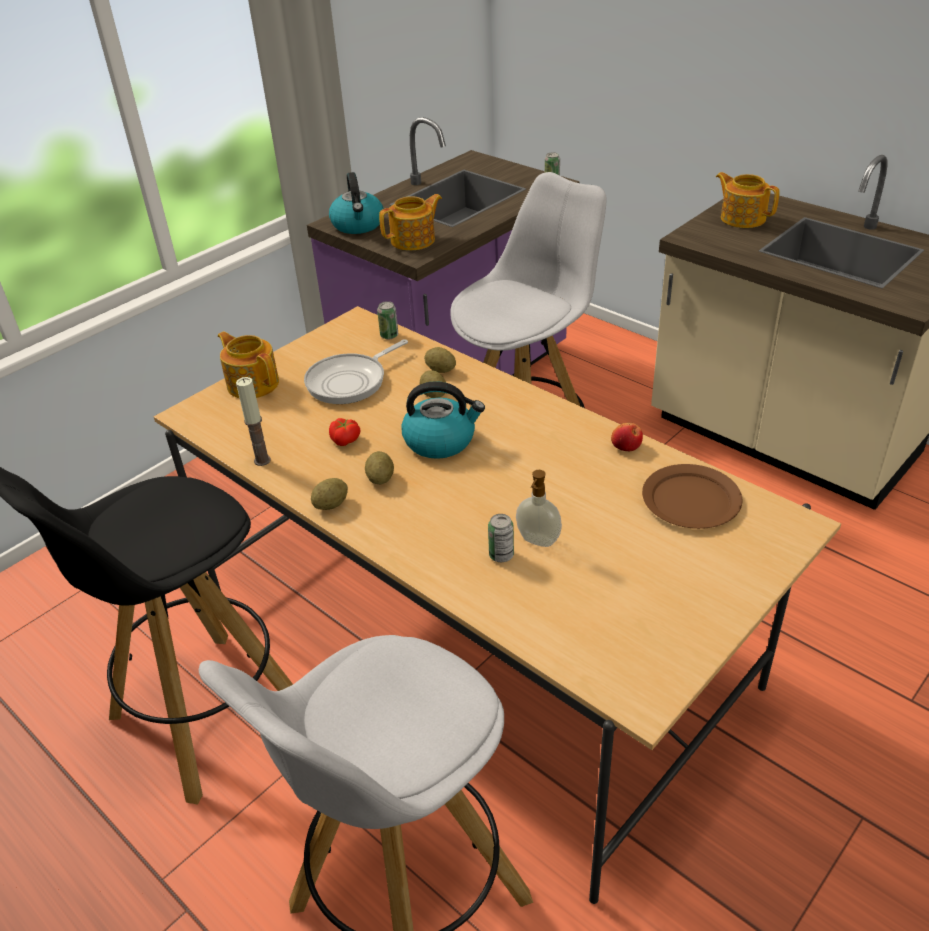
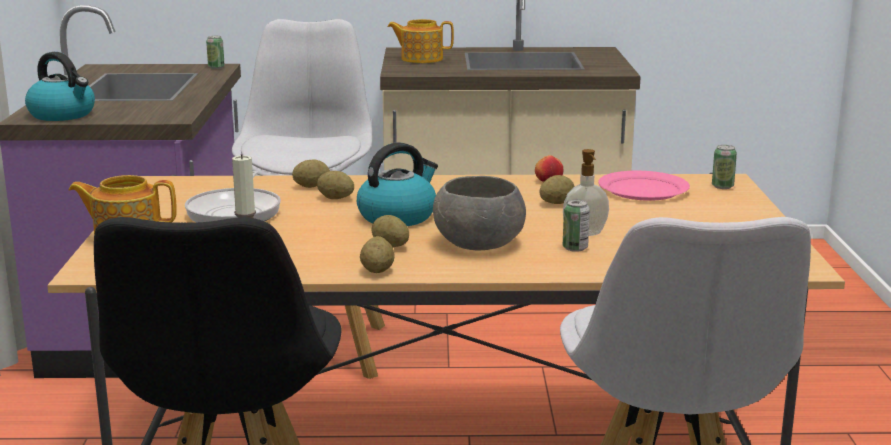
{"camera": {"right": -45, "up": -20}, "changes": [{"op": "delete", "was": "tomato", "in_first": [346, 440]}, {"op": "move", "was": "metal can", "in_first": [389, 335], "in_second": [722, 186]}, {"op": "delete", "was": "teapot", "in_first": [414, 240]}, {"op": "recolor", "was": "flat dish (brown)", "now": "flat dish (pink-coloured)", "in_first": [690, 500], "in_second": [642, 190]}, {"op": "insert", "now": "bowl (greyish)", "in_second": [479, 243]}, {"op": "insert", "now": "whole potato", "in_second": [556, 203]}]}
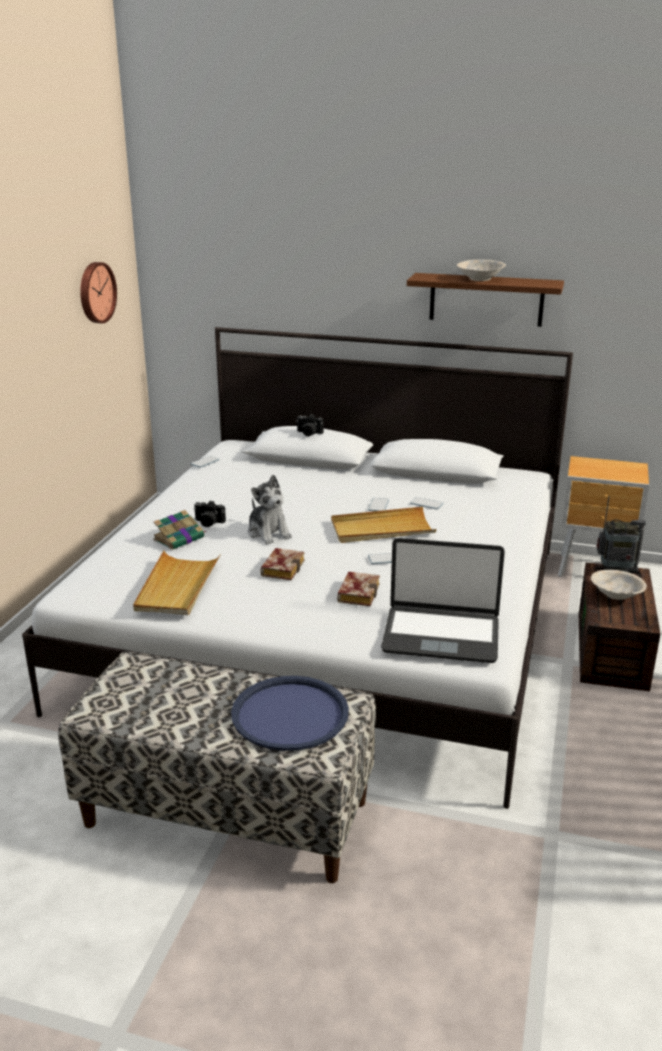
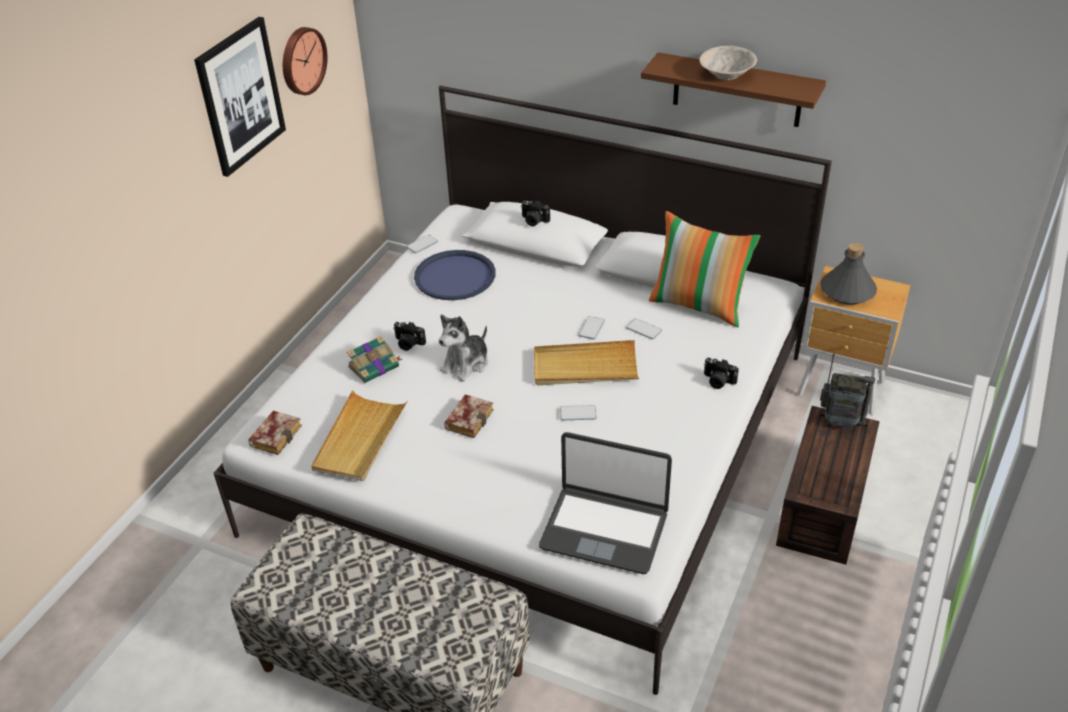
{"camera": {"right": 10, "up": 15}, "changes": [{"op": "move", "was": "serving tray (bluish)", "in_first": [290, 714], "in_second": [455, 276]}, {"op": "rotate", "was": "soft toy", "in_first": [268, 533], "in_second": [466, 364], "clockwise": 60}, {"op": "move", "was": "book", "in_first": [357, 592], "in_second": [276, 434]}, {"op": "delete", "was": "bowl (sand-coloured)", "in_first": [616, 595]}, {"op": "insert", "now": "picture", "in_second": [240, 96]}, {"op": "insert", "now": "pillow", "in_second": [699, 305]}, {"op": "insert", "now": "still camera", "in_second": [718, 381]}, {"op": "insert", "now": "drink bottle (greyish)", "in_second": [847, 291]}]}
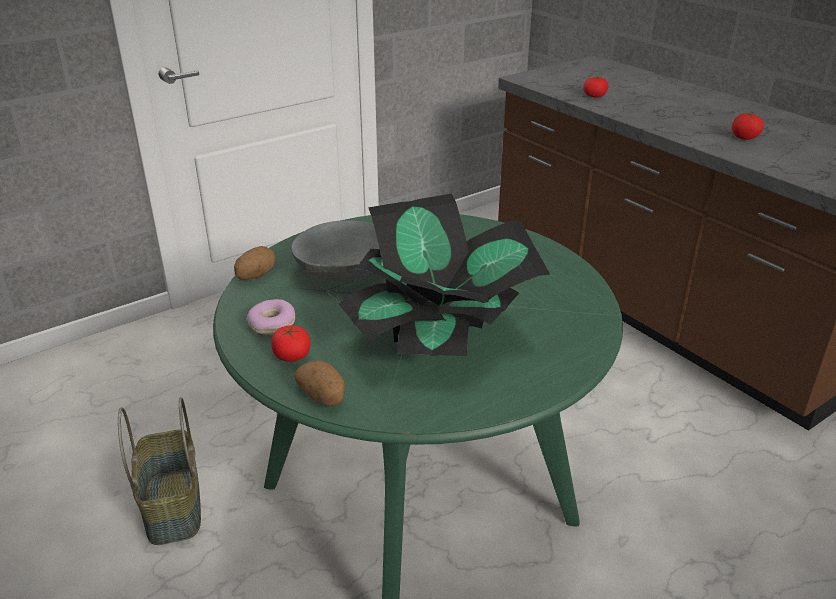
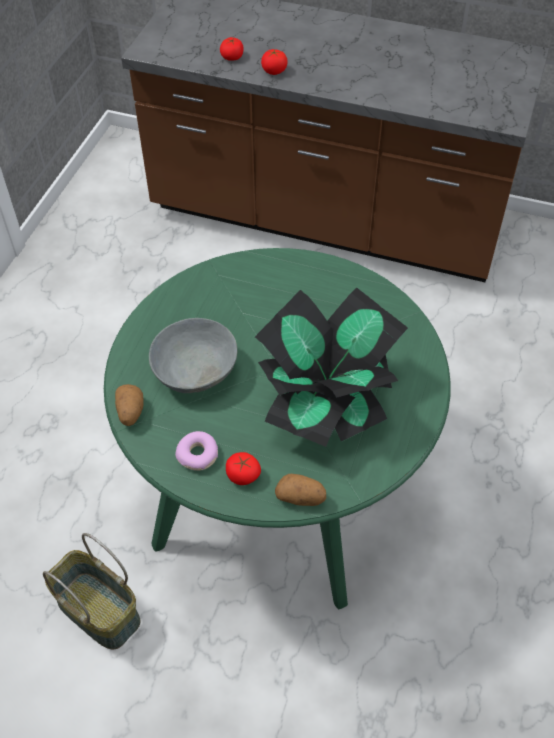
{"camera": {"right": -35, "up": 20}, "changes": [{"op": "move", "was": "tomato", "in_first": [744, 138], "in_second": [274, 71]}]}
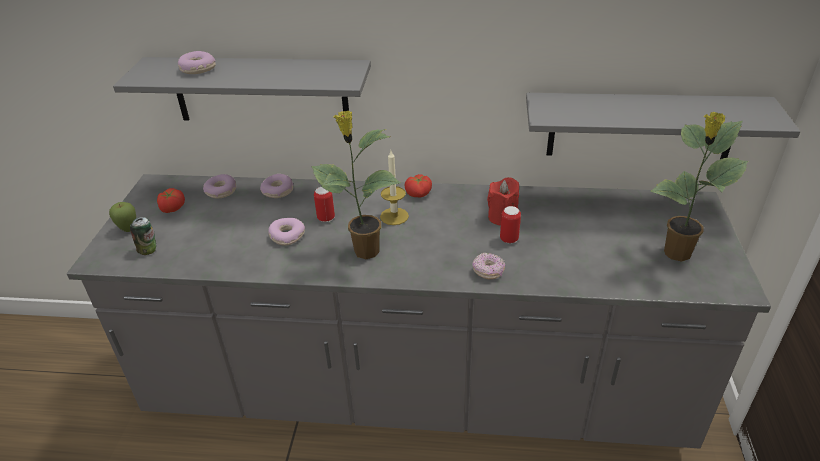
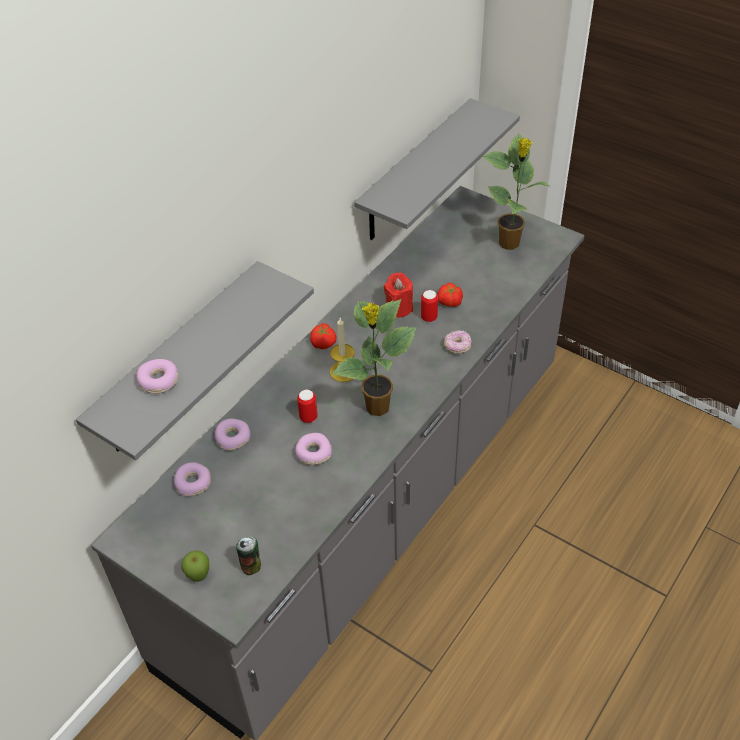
{"camera": {"right": -60, "up": 10}, "changes": [{"op": "move", "was": "tomato", "in_first": [172, 208], "in_second": [449, 302]}]}
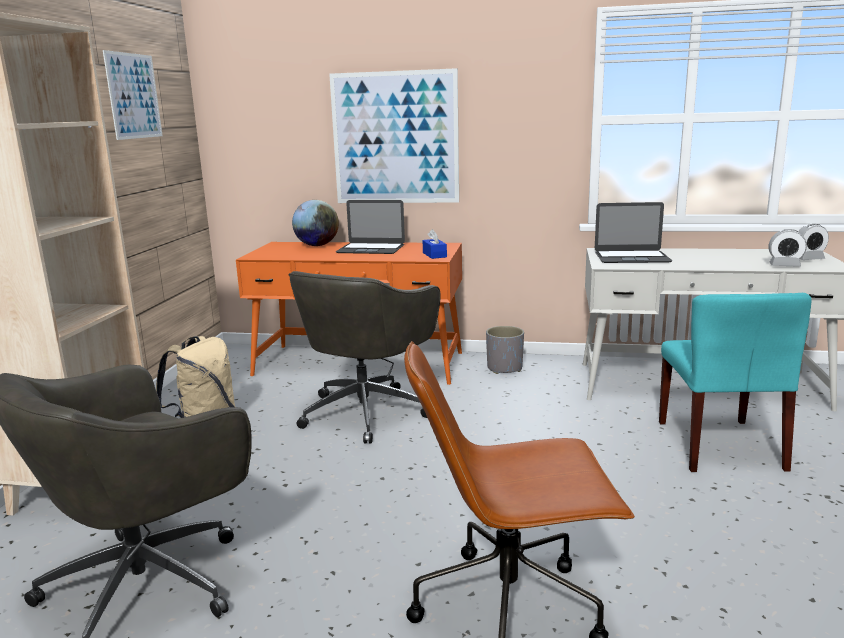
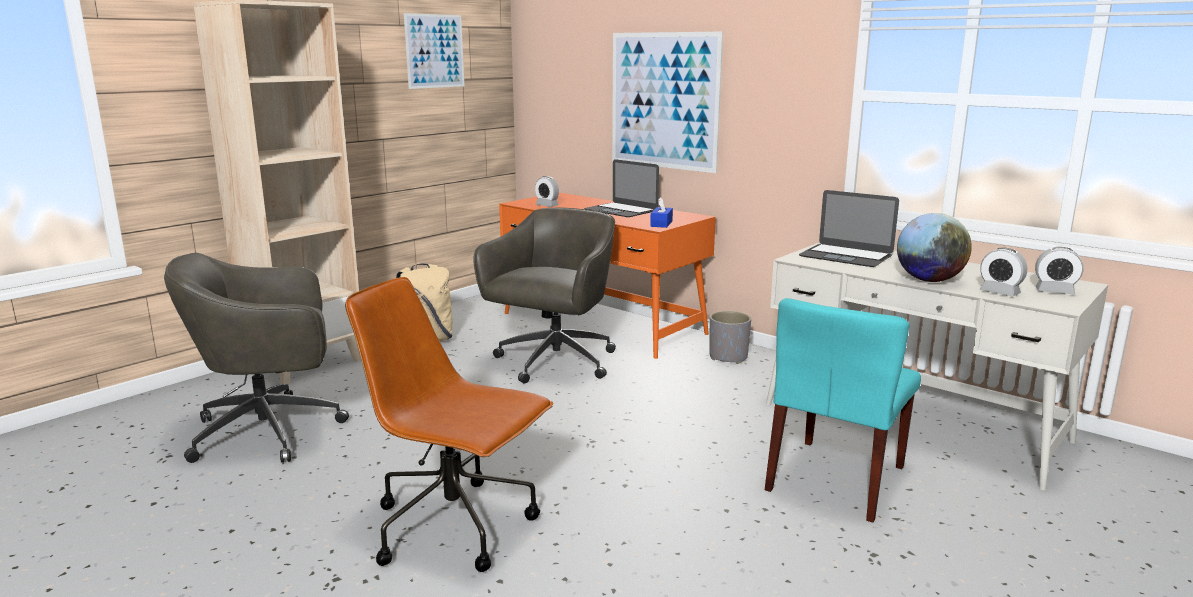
{"camera": {"right": 30, "up": 0}, "changes": [{"op": "rotate", "was": "computer chair (greyish)", "in_first": [367, 411], "in_second": [554, 362], "clockwise": 150}, {"op": "move", "was": "world globe", "in_first": [317, 245], "in_second": [929, 280]}, {"op": "insert", "now": "alarm clock", "in_second": [547, 205]}]}
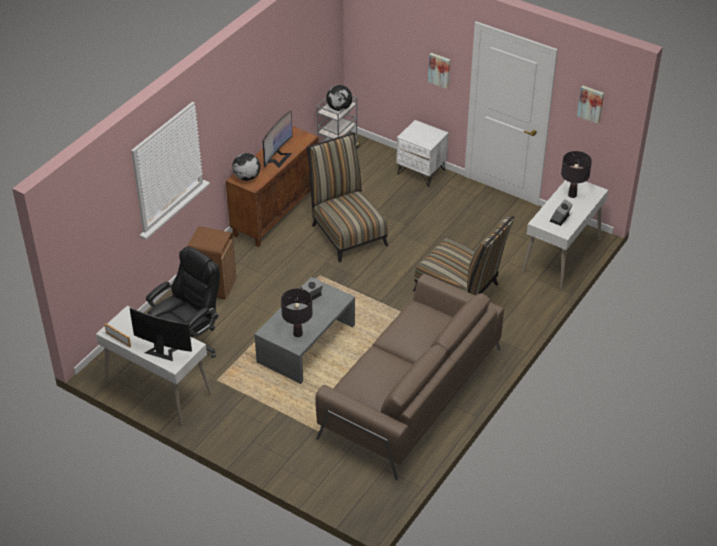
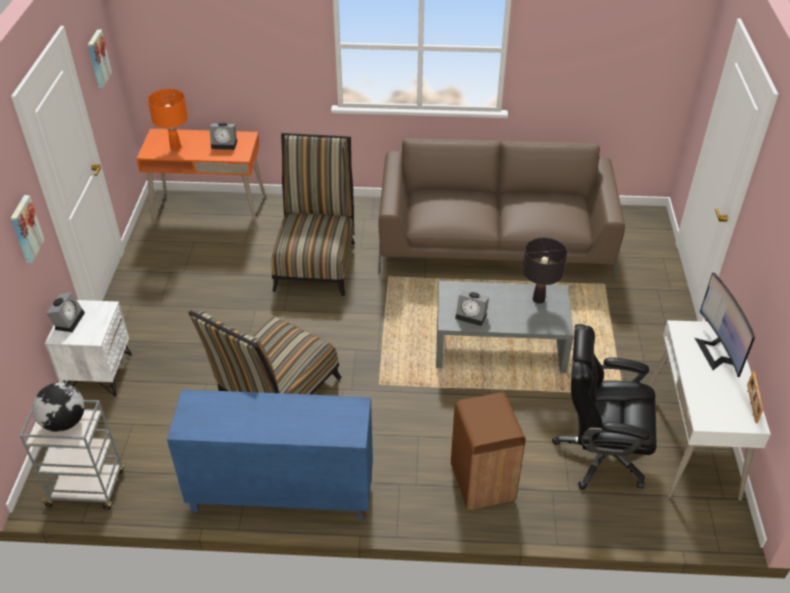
{"camera": {"right": -120, "up": 0}, "changes": [{"op": "recolor", "was": "cabinet (brown)", "now": "cabinet (bluish)", "in_first": [275, 212], "in_second": [281, 494]}, {"op": "delete", "was": "world globe", "in_first": [246, 177]}, {"op": "delete", "was": "monitor", "in_first": [277, 157]}, {"op": "recolor", "was": "desk table (white-coloured)", "now": "desk table (orangey)", "in_first": [561, 256], "in_second": [210, 210]}, {"op": "recolor", "was": "tabletop lamp (black-coloured)", "now": "tabletop lamp (orangey)", "in_first": [572, 195], "in_second": [175, 147]}, {"op": "insert", "now": "alarm clock", "in_second": [68, 320]}]}
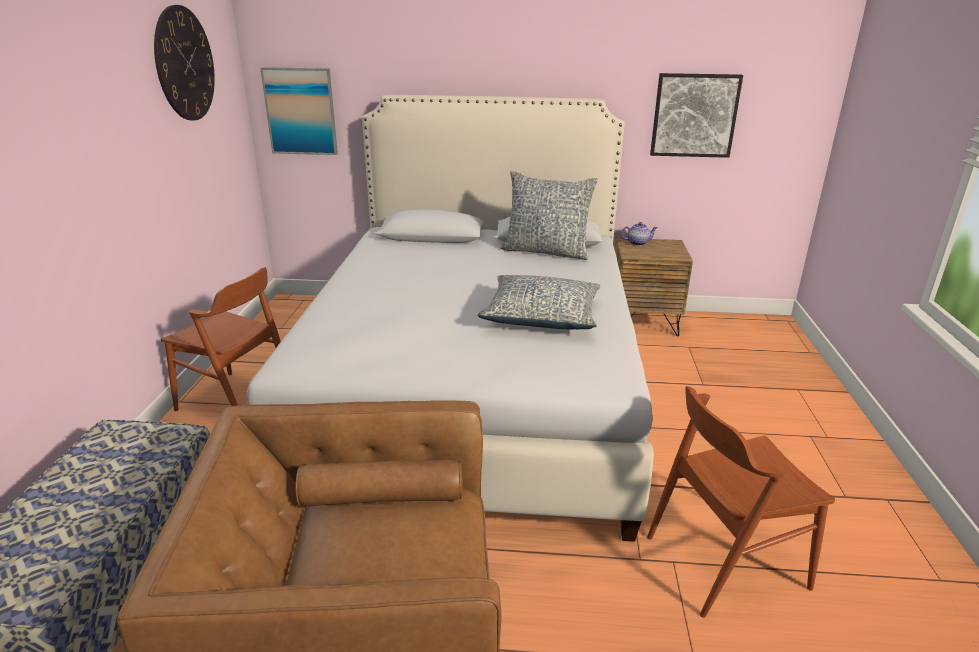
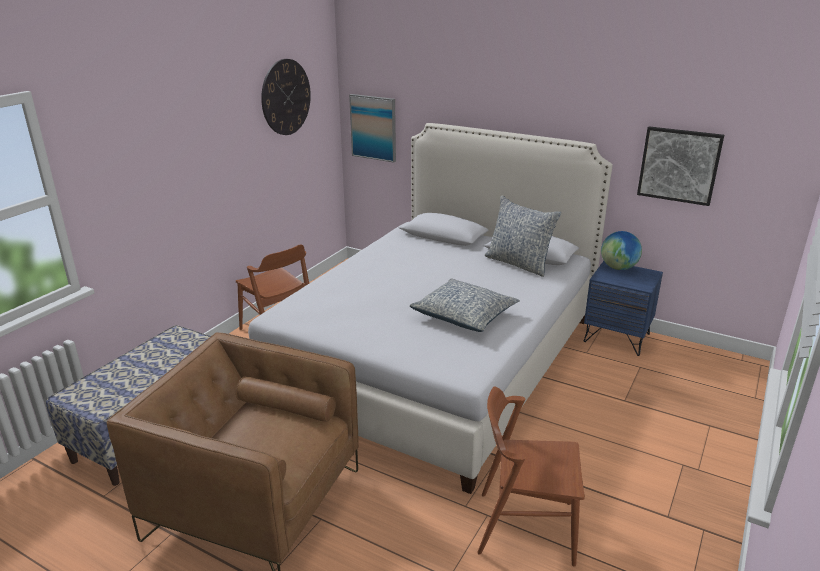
{"camera": {"right": 25, "up": 0}, "changes": [{"op": "recolor", "was": "night table (brown)", "now": "night table (bluish)", "in_first": [643, 322], "in_second": [617, 338]}, {"op": "replace", "was": "teapot", "now": "world globe", "in_first": [638, 243], "in_second": [618, 268]}]}
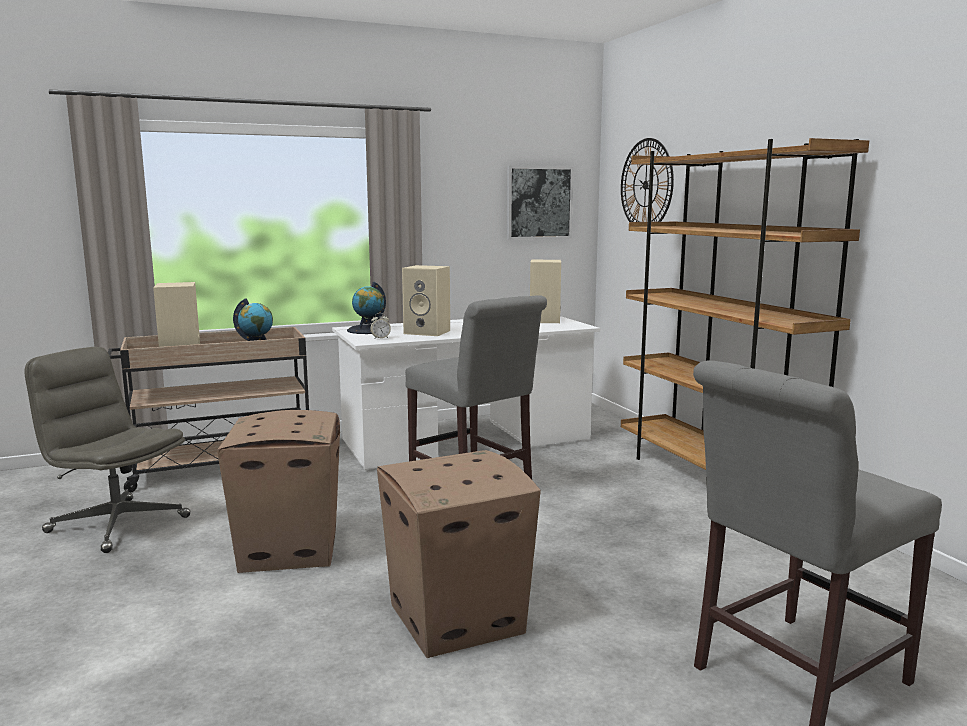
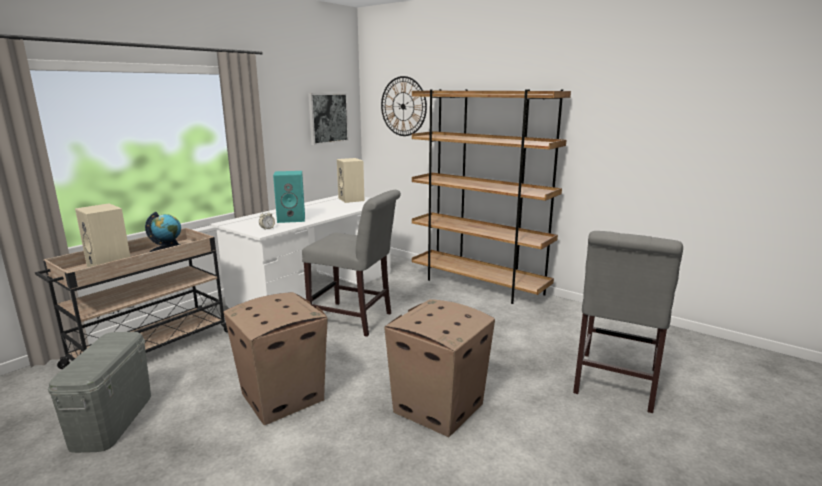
{"camera": {"right": -30, "up": 5}, "changes": [{"op": "replace", "was": "computer chair (greyish)", "now": "storage container (greyish)", "in_first": [117, 524], "in_second": [112, 420]}, {"op": "delete", "was": "world globe", "in_first": [369, 330]}, {"op": "recolor", "was": "loudspeaker (sand-coloured)", "now": "loudspeaker (blue-green)", "in_first": [428, 332], "in_second": [292, 219]}]}
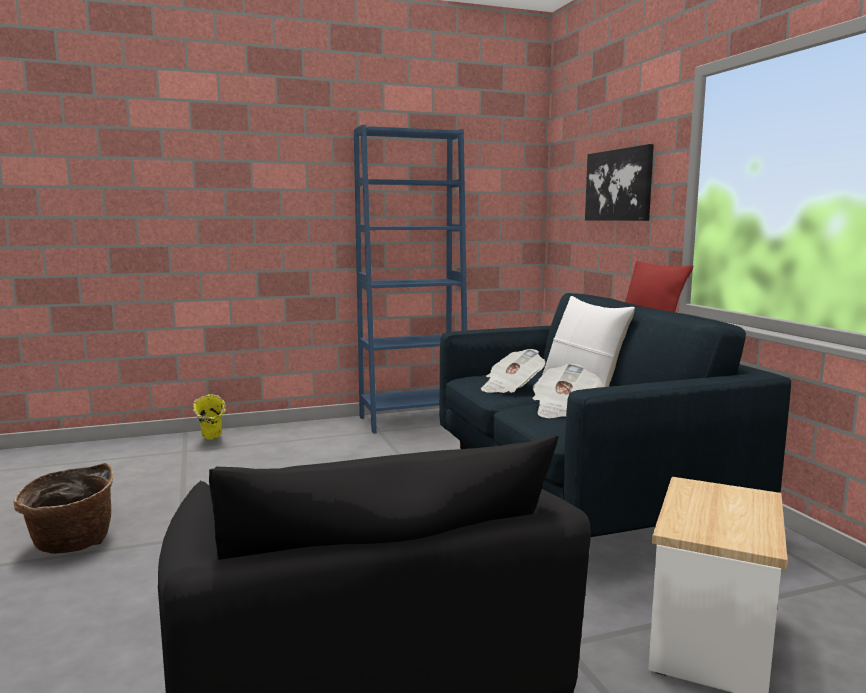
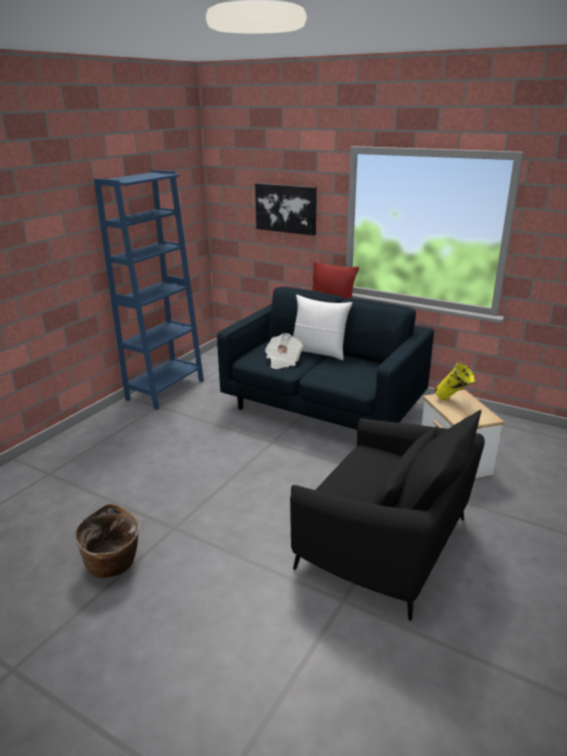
{"camera": {"right": -40, "up": 15}, "changes": [{"op": "move", "was": "decorative vase (yellowish)", "in_first": [212, 442], "in_second": [453, 401]}, {"op": "delete", "was": "printed paper", "in_first": [563, 410]}]}
